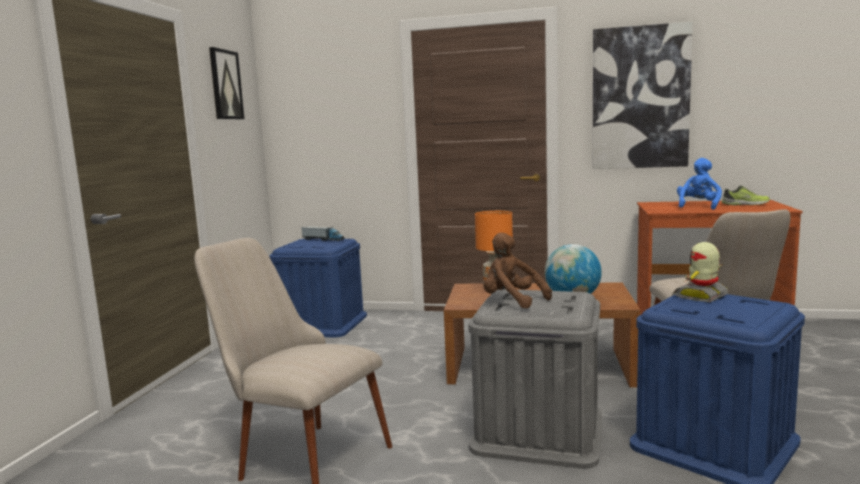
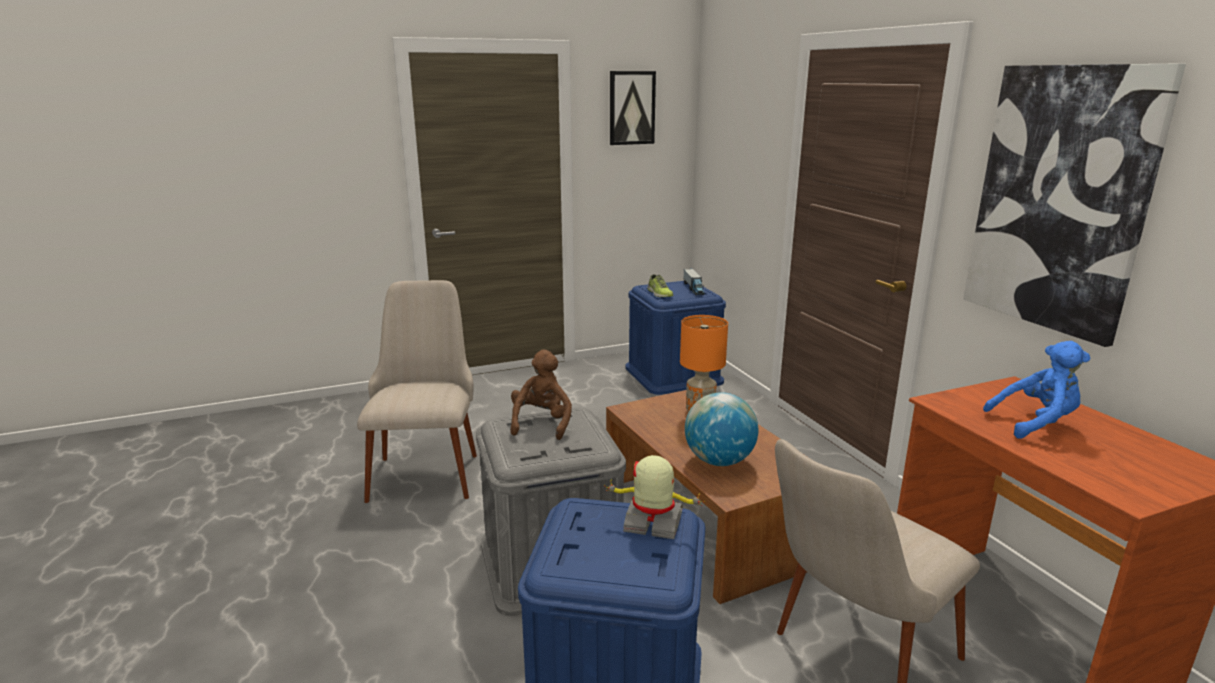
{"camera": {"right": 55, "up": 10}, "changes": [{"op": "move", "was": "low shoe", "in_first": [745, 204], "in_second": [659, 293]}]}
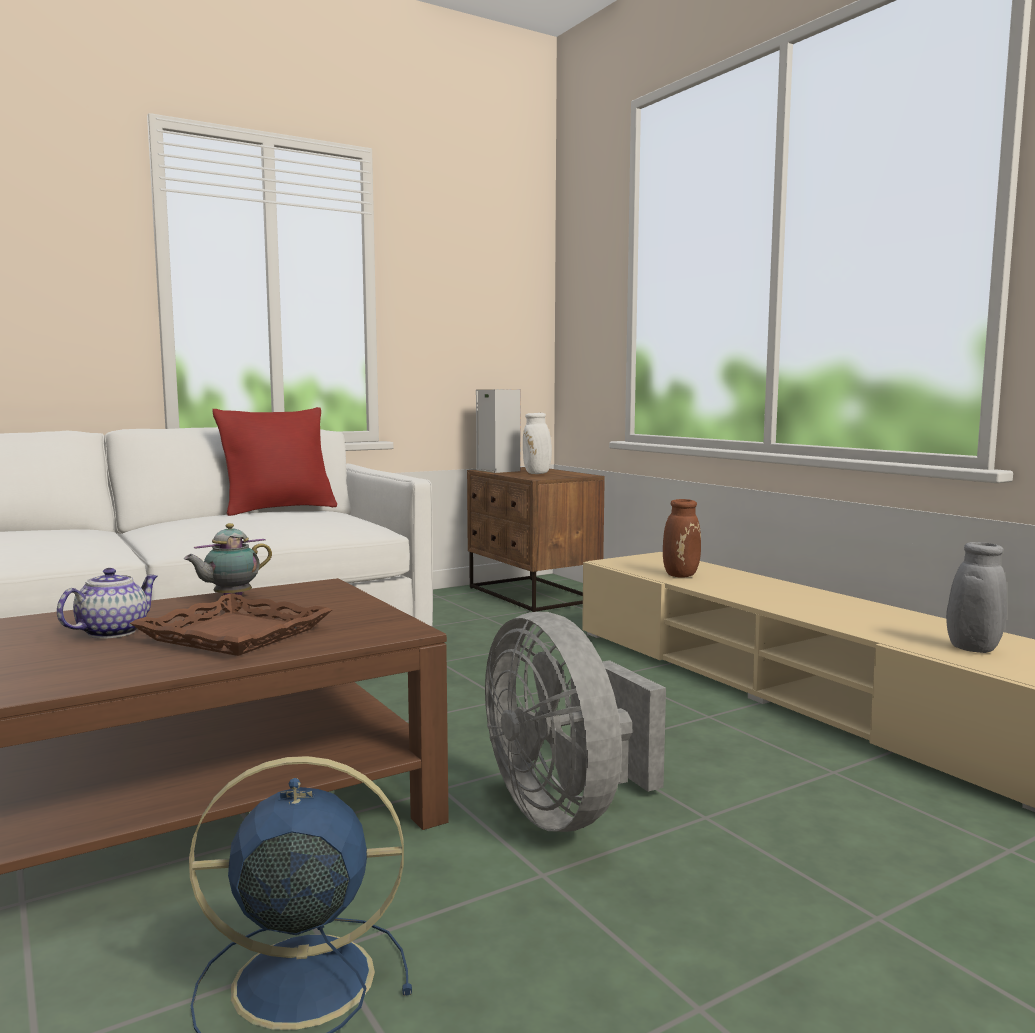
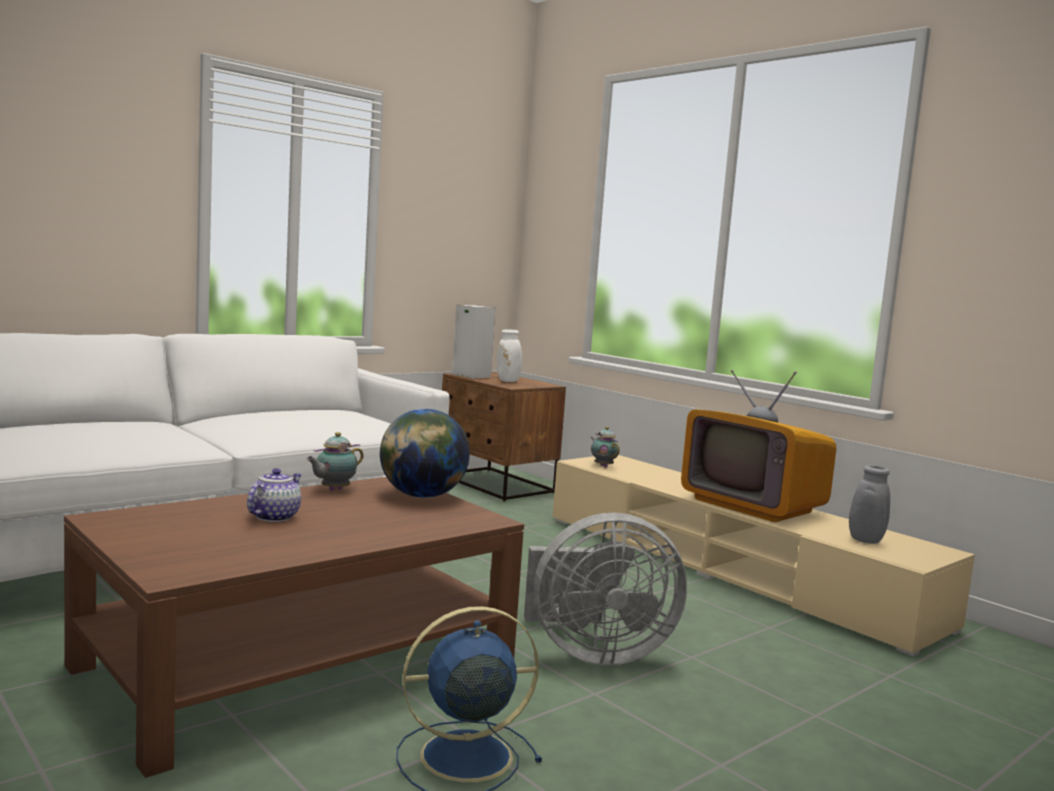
{"camera": {"right": -10, "up": 0}, "changes": [{"op": "delete", "was": "serving tray (brown)", "in_first": [233, 635]}, {"op": "delete", "was": "pillow (reddish)", "in_first": [279, 510]}, {"op": "rotate", "was": "electric fan (greyish)", "in_first": [566, 810], "in_second": [594, 653], "clockwise": -60}, {"op": "delete", "was": "decorative vase (brown)", "in_first": [681, 575]}, {"op": "insert", "now": "world globe", "in_second": [422, 496]}, {"op": "insert", "now": "teapot", "in_second": [603, 466]}, {"op": "insert", "now": "TV set", "in_second": [753, 506]}]}
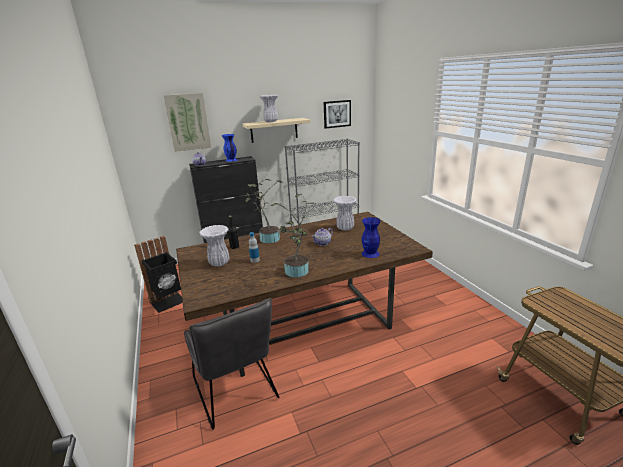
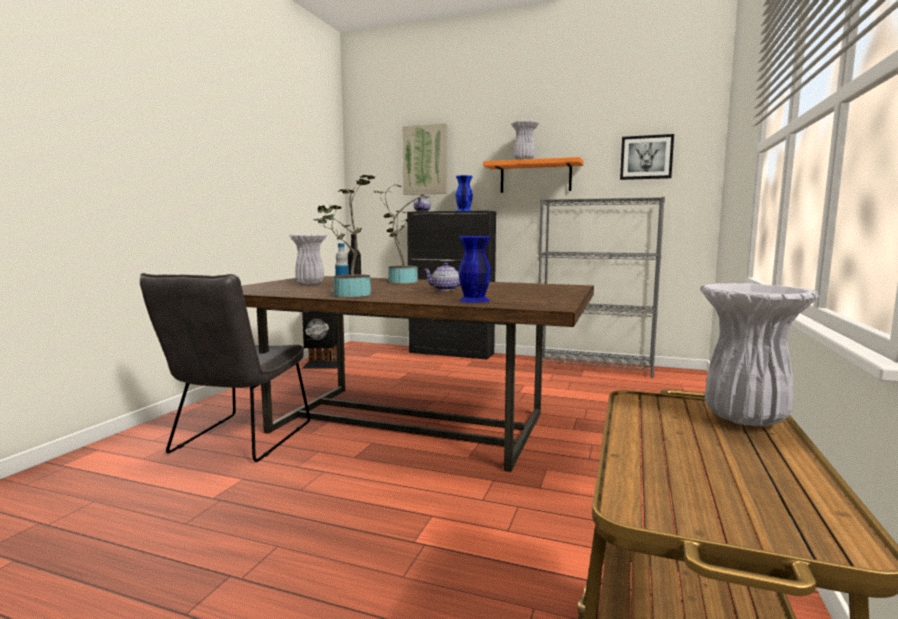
{"camera": {"right": 40, "up": -15}, "changes": [{"op": "recolor", "was": "wall shelf (sand-coloured)", "now": "wall shelf (orangey)", "in_first": [274, 130], "in_second": [535, 177]}, {"op": "move", "was": "decorative vase (white-coloured)", "in_first": [344, 228], "in_second": [743, 418]}]}
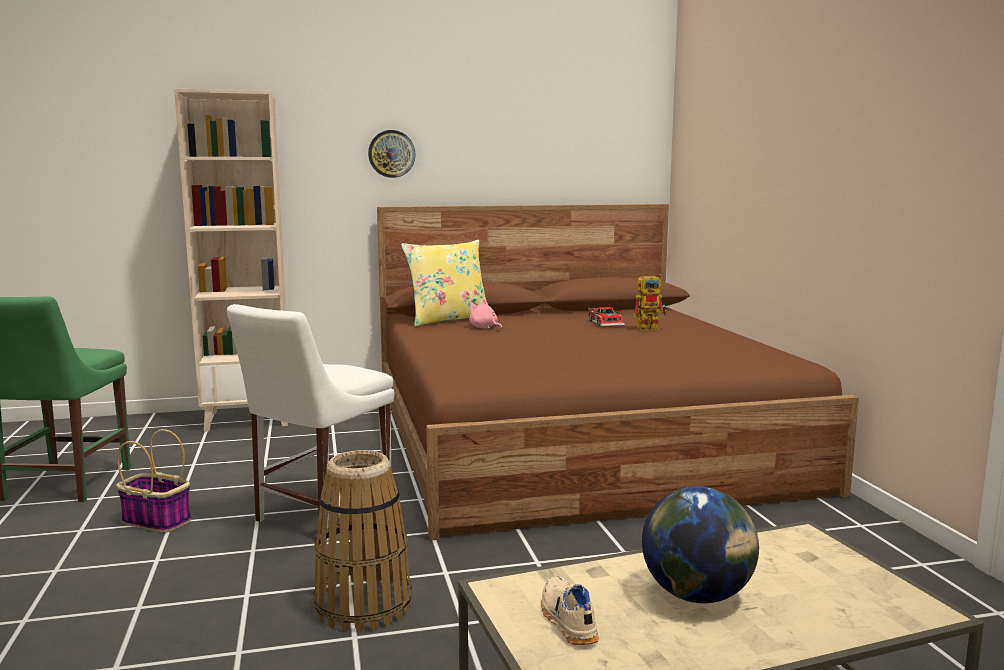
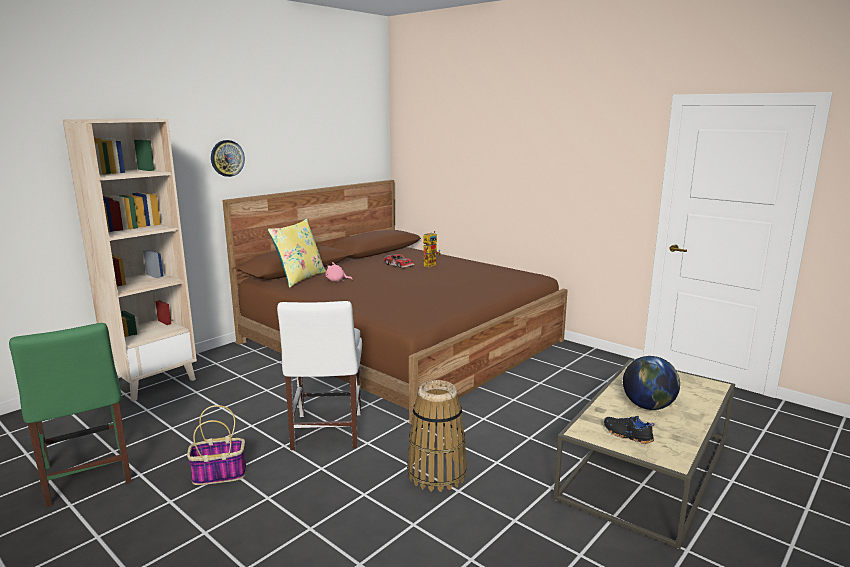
{"camera": {"right": -35, "up": 5}, "changes": [{"op": "recolor", "was": "low shoe (sand-coloured)", "now": "low shoe (black-coloured)", "in_first": [567, 621], "in_second": [627, 435]}]}
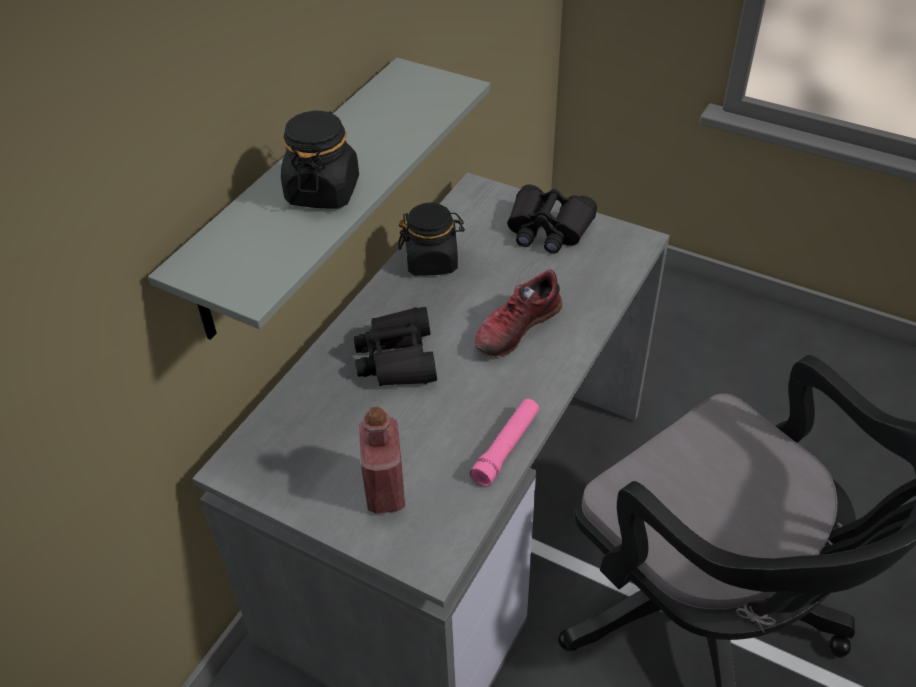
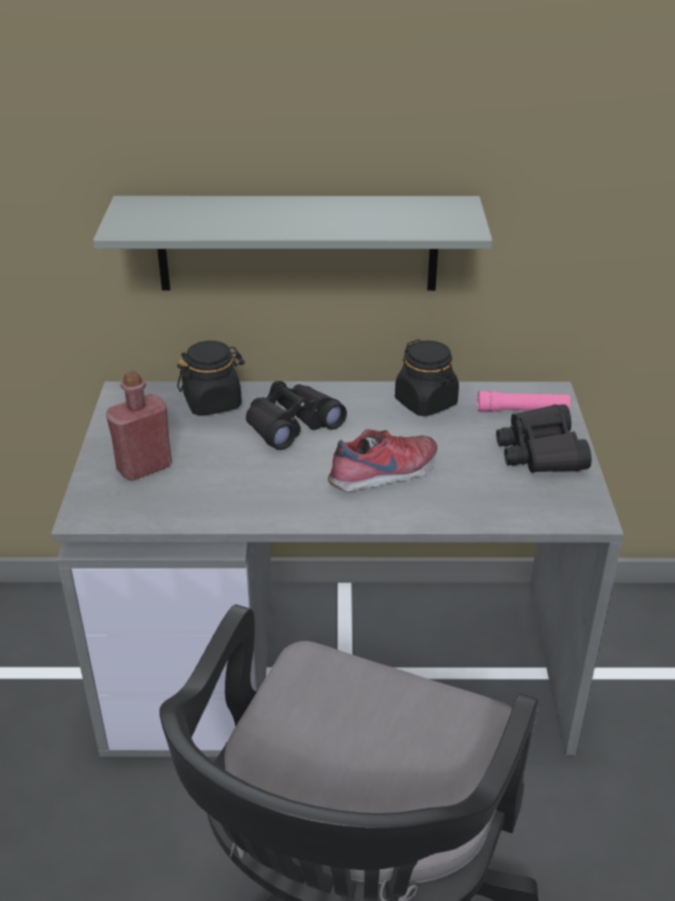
{"camera": {"right": 60, "up": -10}, "changes": [{"op": "move", "was": "jar (black-coloured)", "in_first": [323, 191], "in_second": [213, 402]}, {"op": "move", "was": "flashlight (pink-coloured)", "in_first": [506, 447], "in_second": [522, 410]}, {"op": "rotate", "was": "low shoe", "in_first": [516, 327], "in_second": [384, 474], "clockwise": 135}]}
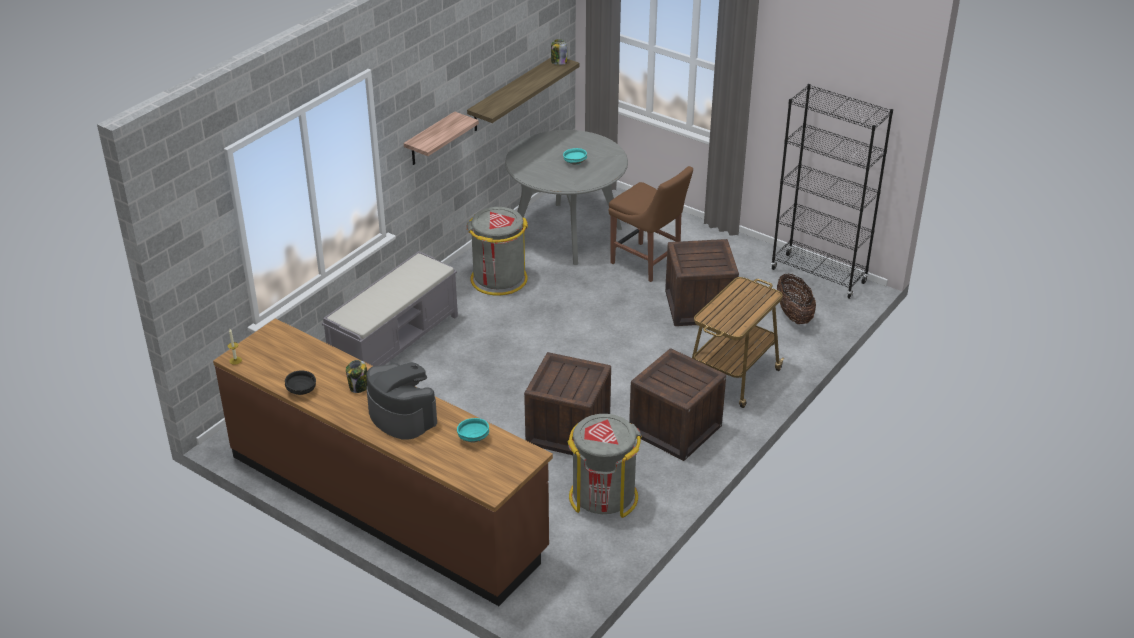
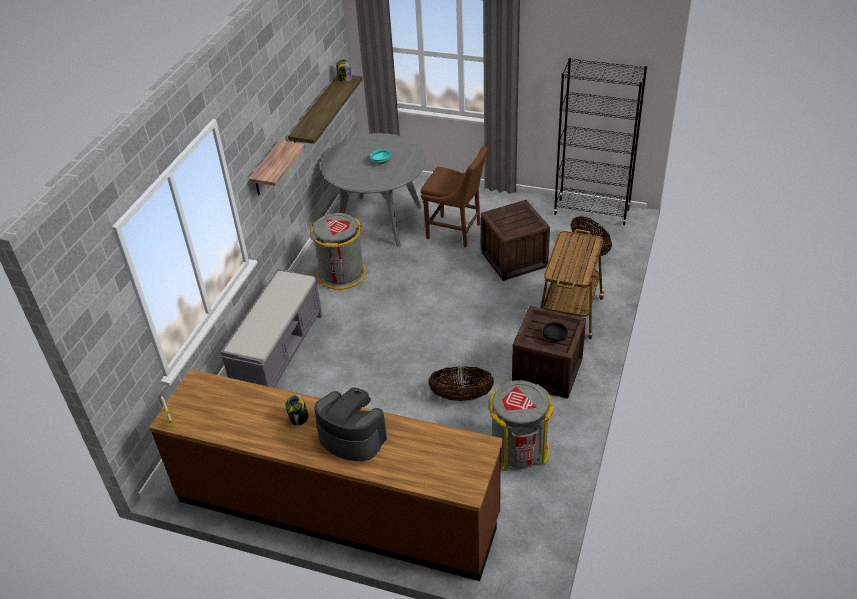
{"camera": {"right": -15, "up": 5}, "changes": [{"op": "move", "was": "bowl (black-coloured)", "in_first": [302, 391], "in_second": [555, 338]}, {"op": "delete", "was": "bowl (blue-green)", "in_first": [473, 438]}, {"op": "replace", "was": "shipping crate", "now": "household basket", "in_first": [568, 430], "in_second": [461, 396]}]}
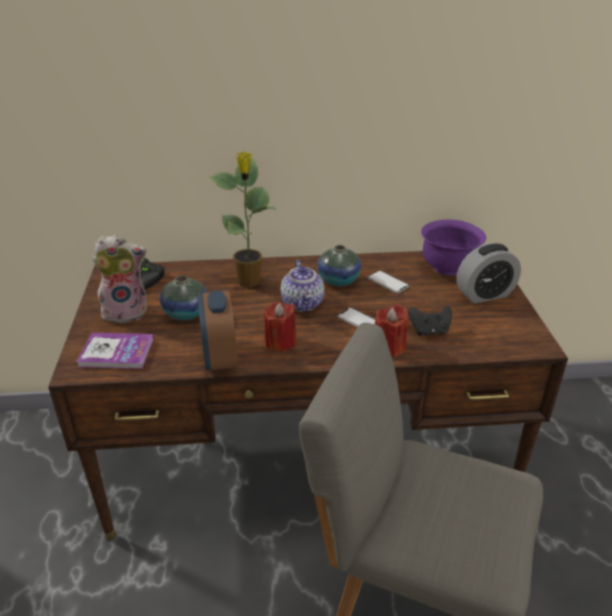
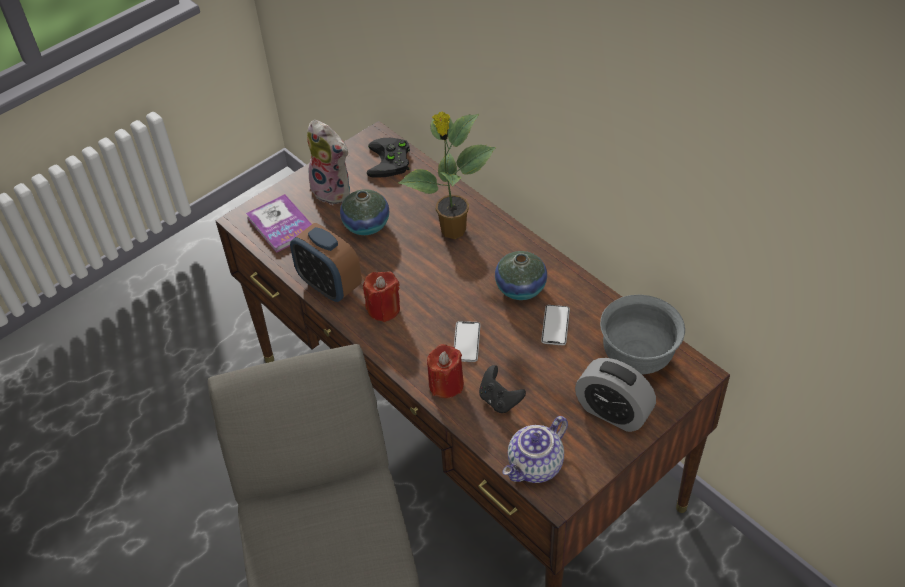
{"camera": {"right": 55, "up": 15}, "changes": [{"op": "rotate", "was": "alarm clock", "in_first": [220, 357], "in_second": [329, 285], "clockwise": -90}, {"op": "move", "was": "teapot", "in_first": [303, 304], "in_second": [536, 466]}, {"op": "recolor", "was": "bowl (purple-coloured)", "now": "bowl (greyish)", "in_first": [448, 268], "in_second": [637, 357]}]}
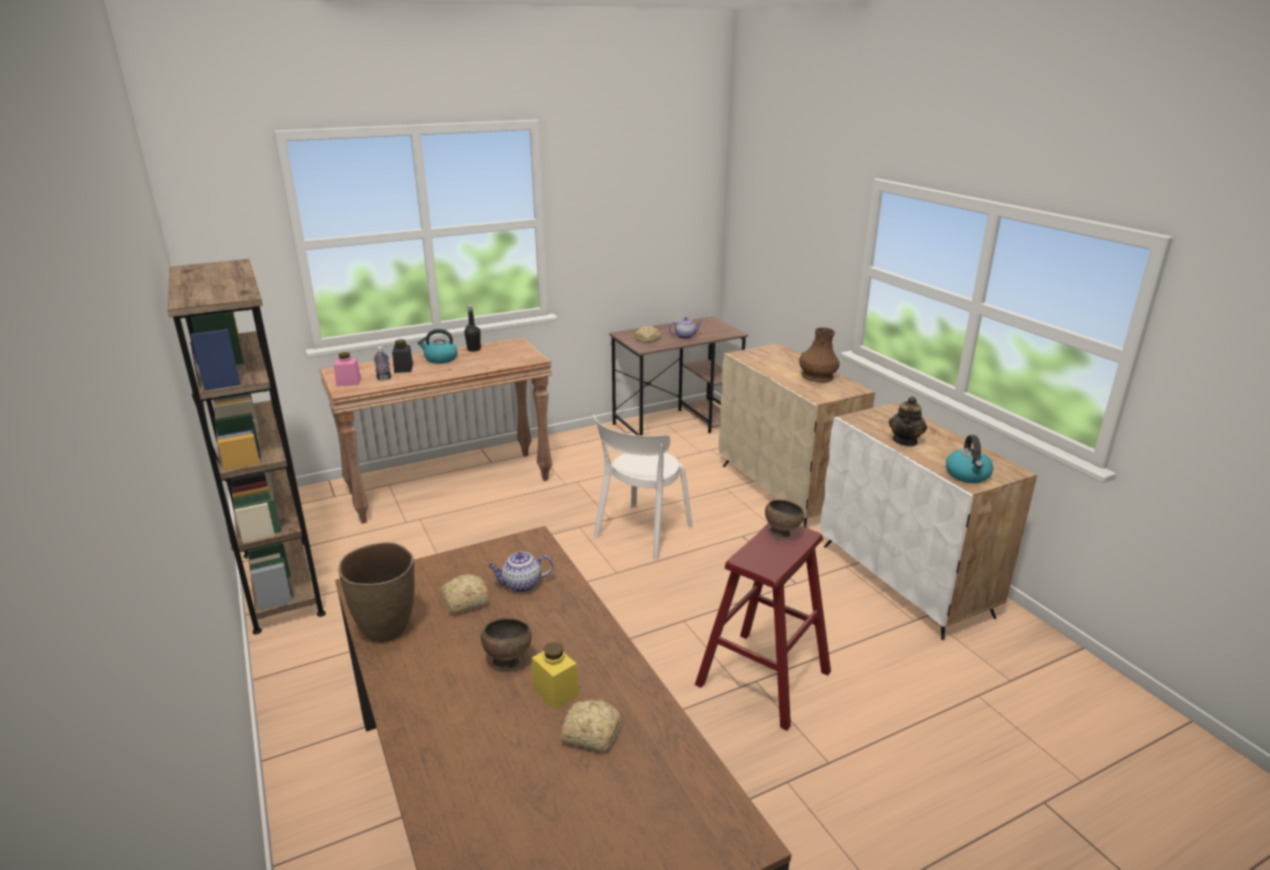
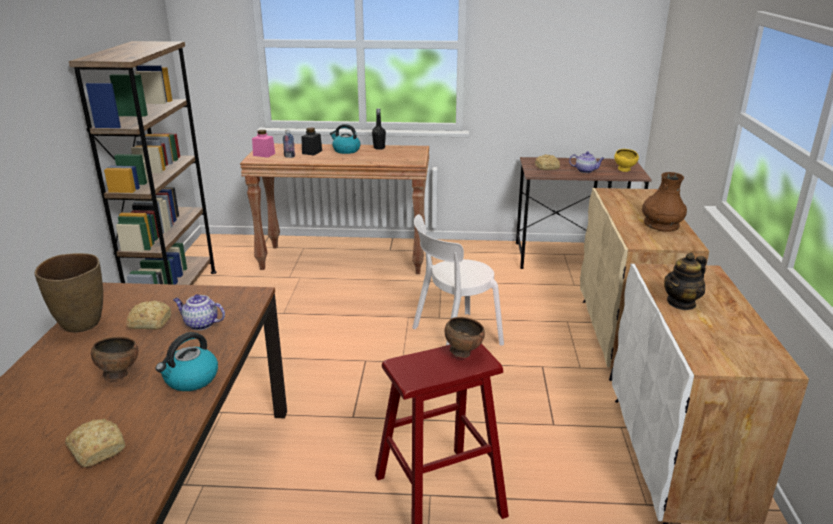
{"camera": {"right": 30, "up": 0}, "changes": [{"op": "delete", "was": "jar (yellowish)", "in_first": [555, 691]}, {"op": "move", "was": "kettle", "in_first": [967, 475], "in_second": [191, 379]}, {"op": "insert", "now": "bowl (yellowish)", "in_second": [624, 170]}]}
